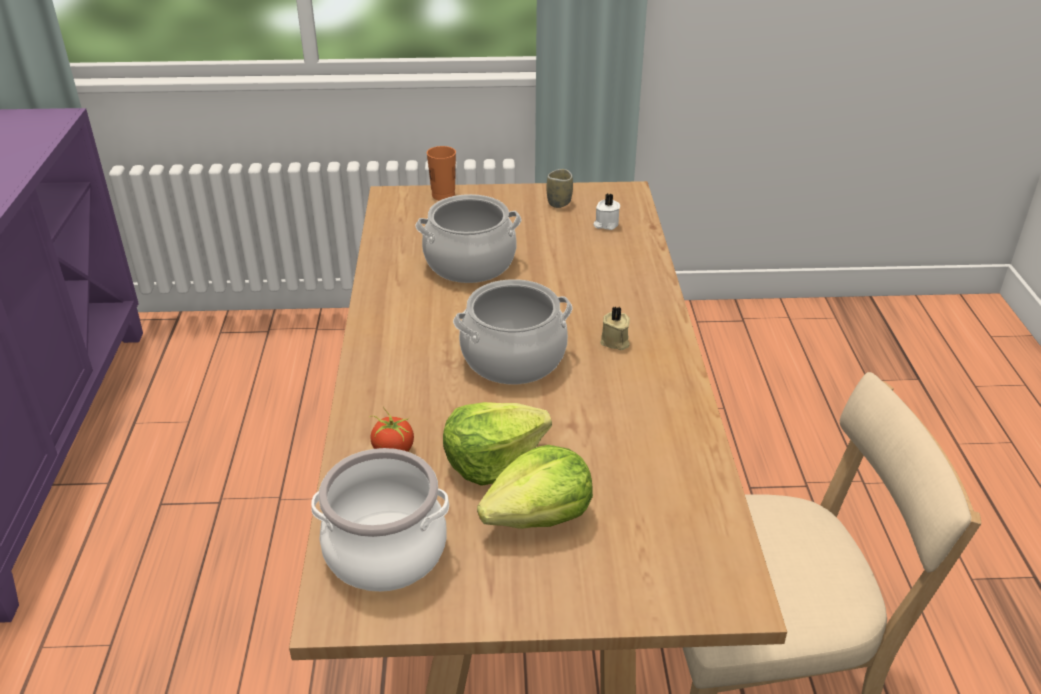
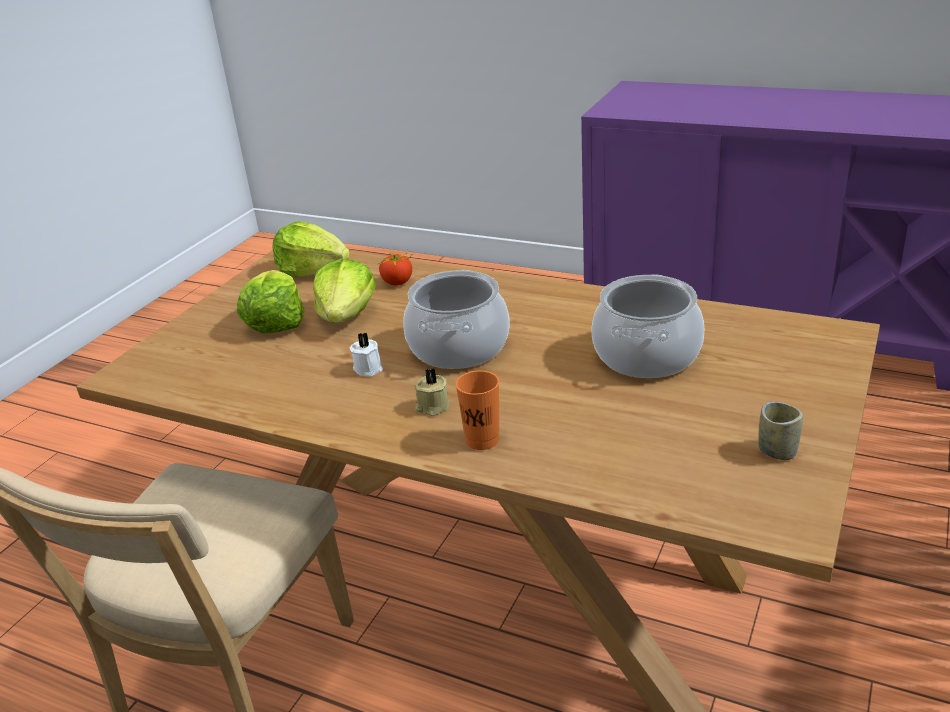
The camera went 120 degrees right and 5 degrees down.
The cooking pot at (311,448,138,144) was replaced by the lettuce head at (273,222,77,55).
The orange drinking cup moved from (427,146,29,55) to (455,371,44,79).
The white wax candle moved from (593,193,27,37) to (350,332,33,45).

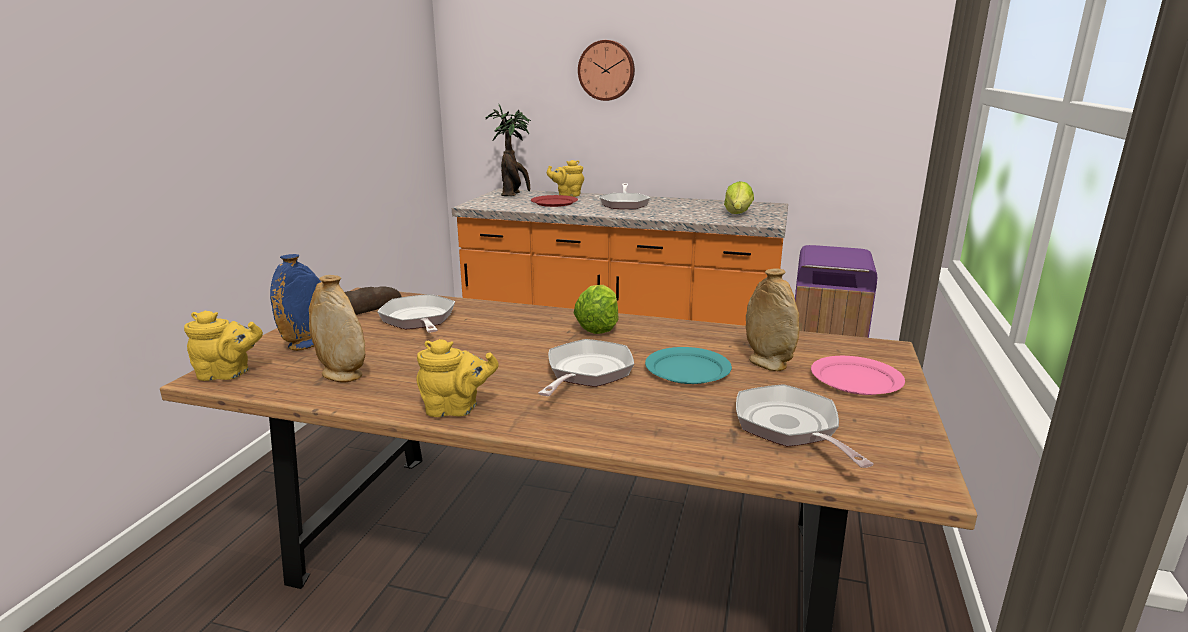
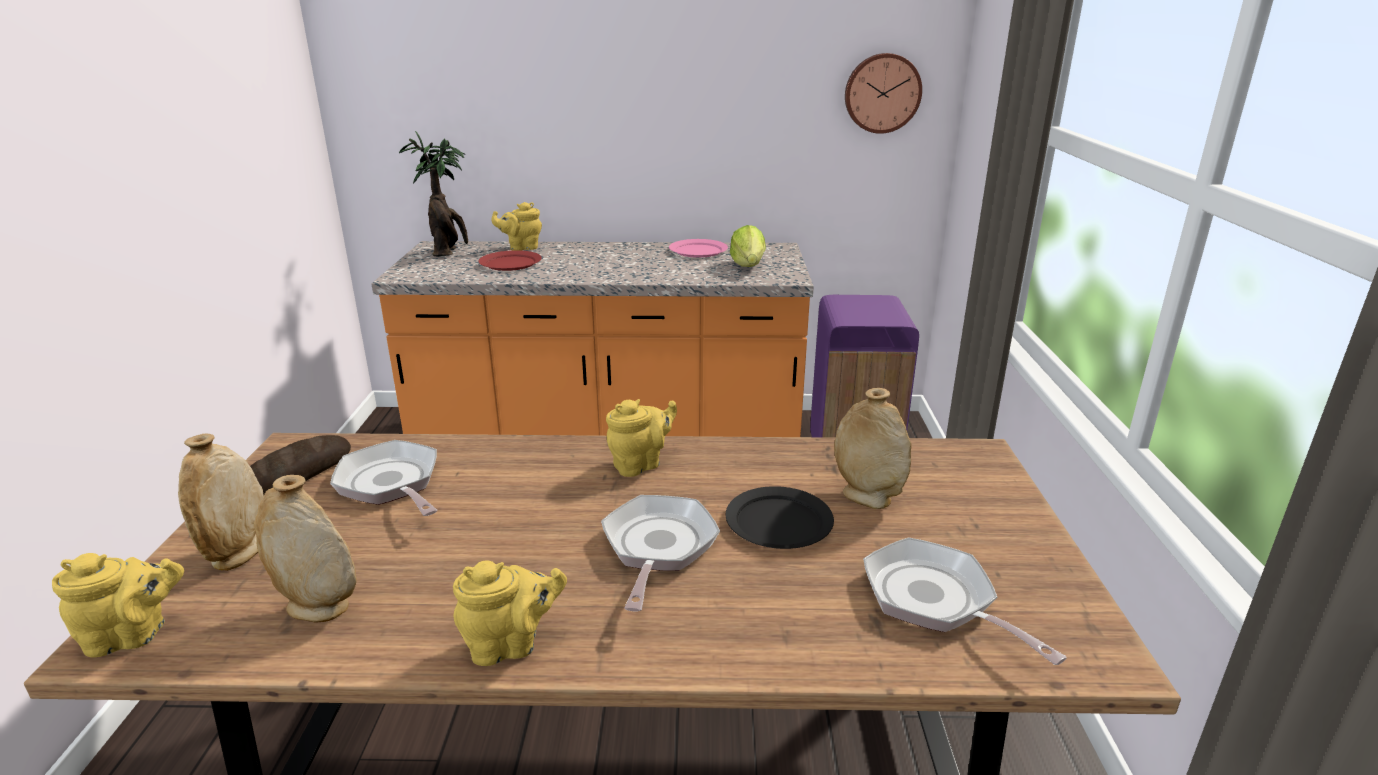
The camera went 15 degrees left and 5 degrees up.
The blue-coloured decorative vase at (270,254,51,97) became the beige decorative vase at (178,434,86,137).
The lettuce head at (574,285,45,49) was replaced by the yellowish pot for tea at (606,399,71,78).
The hanging clock moved from (578,40,57,61) to (845,53,77,81).
The pan at (599,183,51,26) disappeared.
The blue-green dinner plate at (645,347,87,37) became the black-coloured dinner plate at (726,486,108,63).
The pinkish dinner plate moved from (811,356,94,39) to (669,239,59,19).

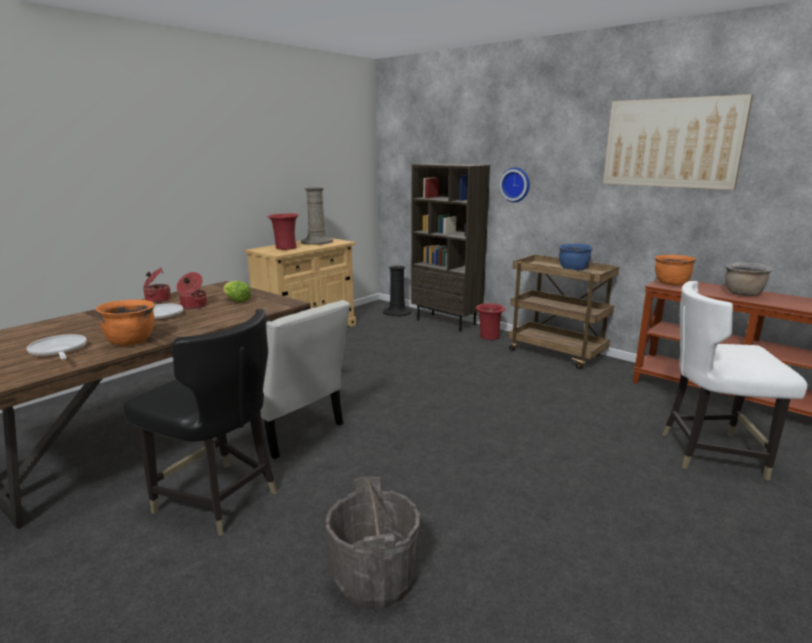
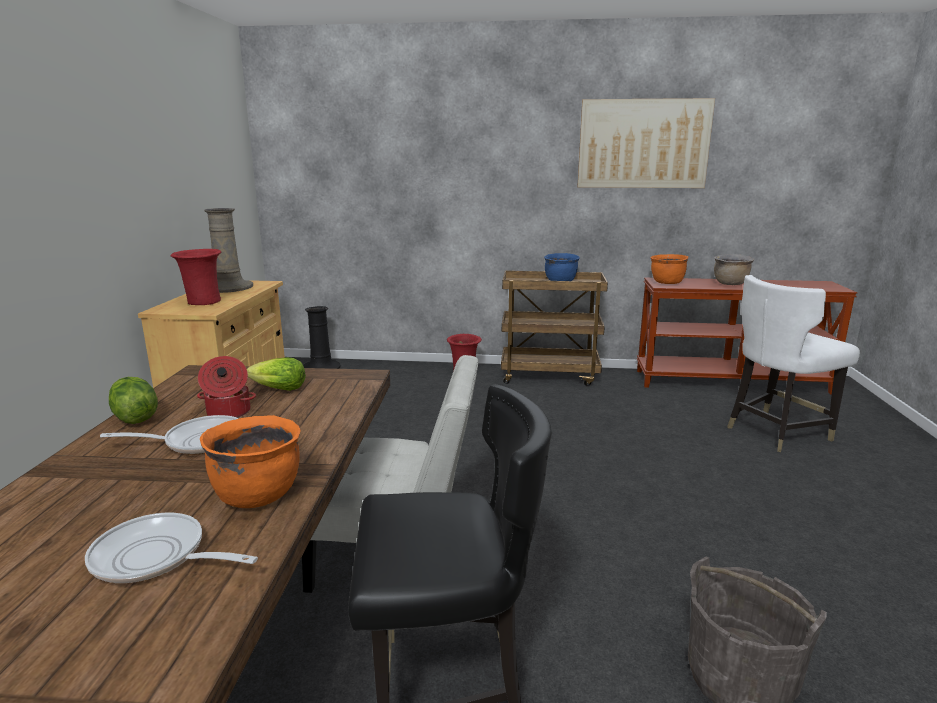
The camera went 35 degrees left and 0 degrees up.
The cooking pot at (143,268,28,35) was replaced by the lettuce head at (109,377,49,47).
The brownish shelving unit at (411,163,79,169) disappeared.
The hanging clock at (500,168,30,34) disappeared.

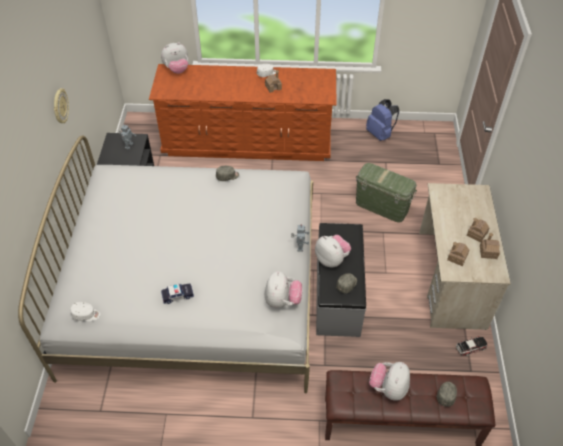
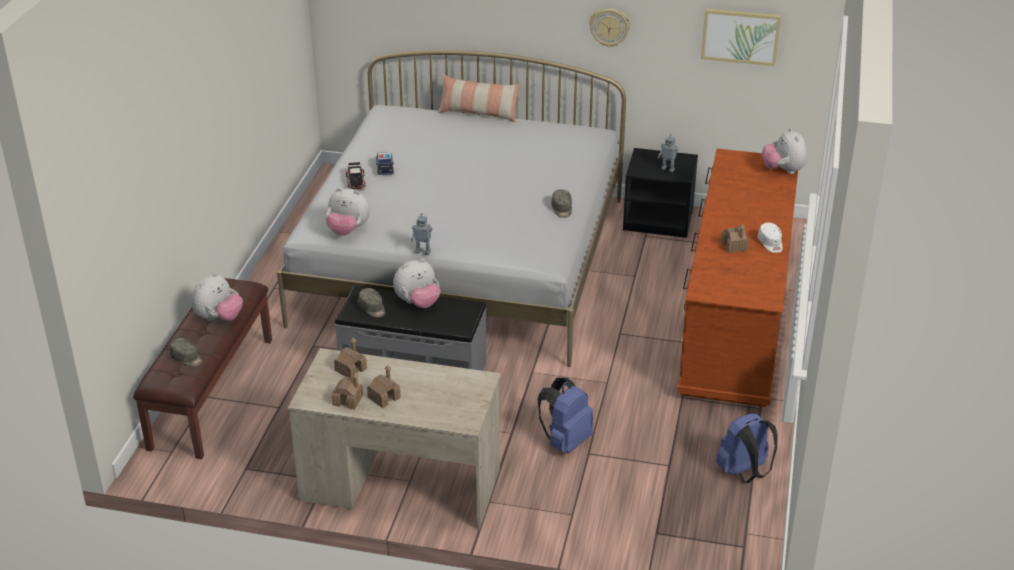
The camera went 100 degrees right and 15 degrees down.
The white baseball cap at (70,302,30,19) disappeared.
The green storage bin at (356,163,61,60) was replaced by the blue-coloured rucksack at (538,377,55,77).
The plush toy at (369,362,41,39) turned 90 degrees clockwise.
The toy car moved from (456,336,31,20) to (346,162,20,28).
The cushion at (438,74,82,48) appeared.
The wall picture at (701,9,80,57) appeared.

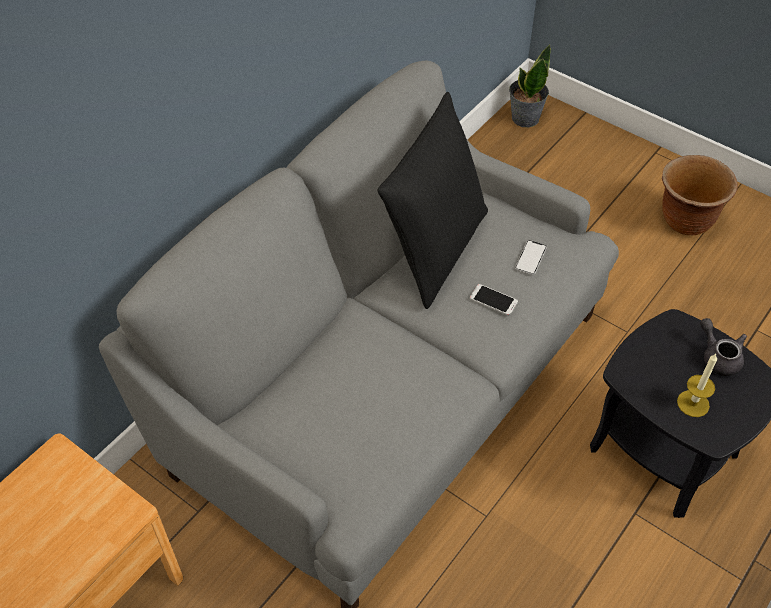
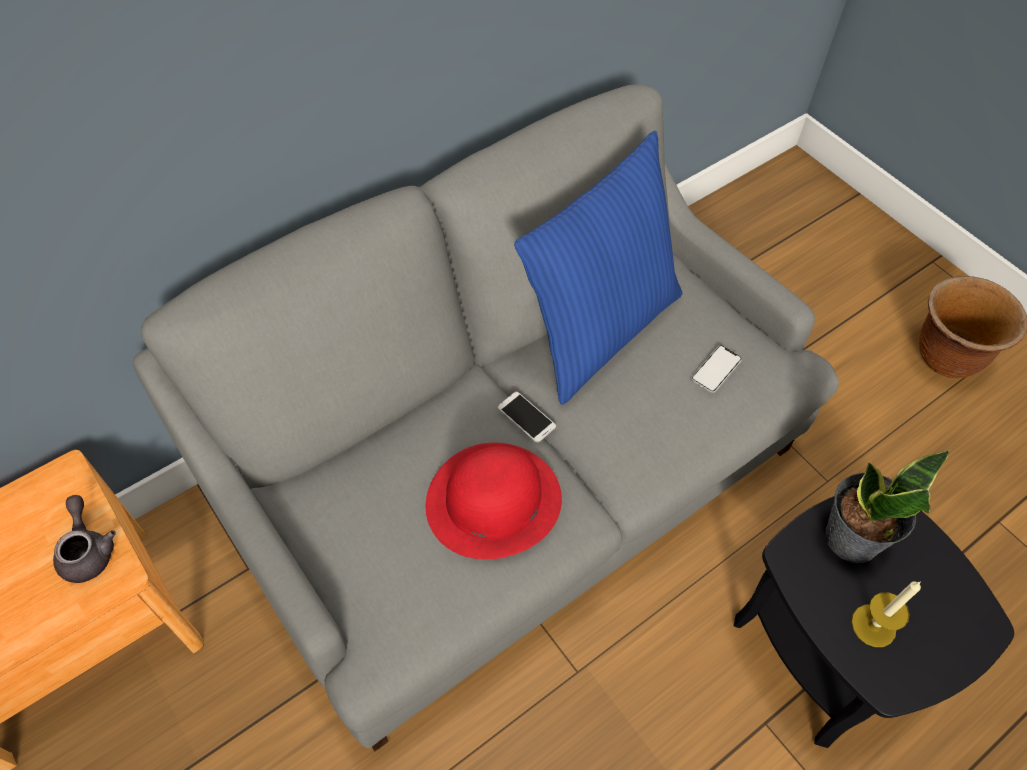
The camera went 15 degrees right and 5 degrees up.
The black-coloured cushion at (378,92,110,217) became the blue-coloured cushion at (514,131,168,274).
The telephone moved from (470,284,48,31) to (498,392,58,51).
The potted plant moved from (509,45,42,83) to (826,449,124,114).
The grey pot for tea moved from (700,318,47,58) to (53,495,63,88).
The reddish hat at (426,443,136,116) appeared.

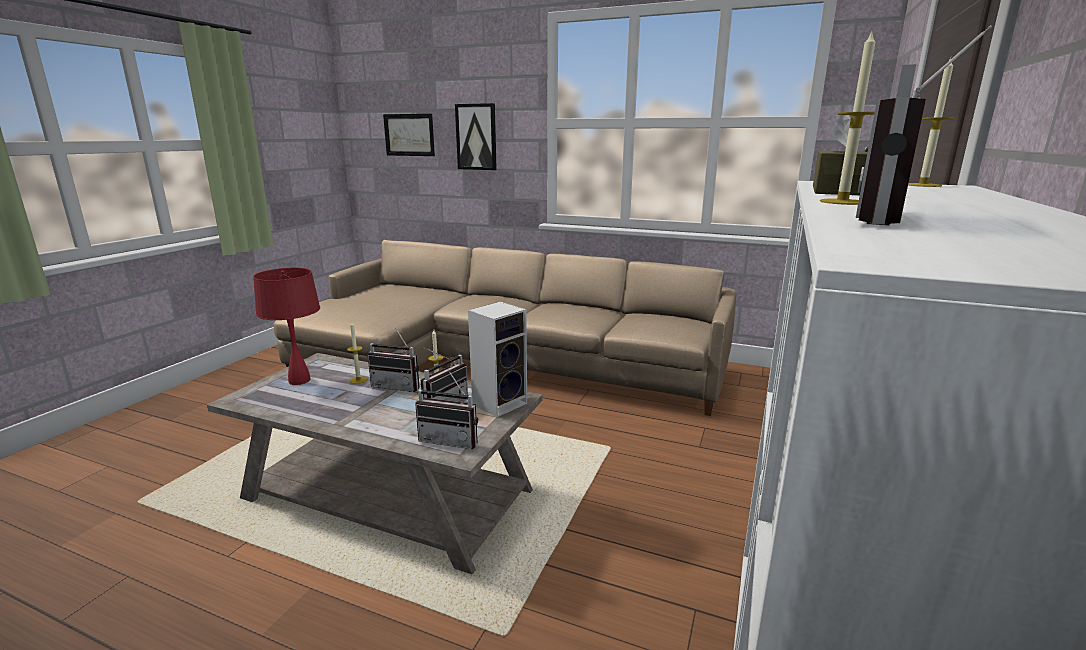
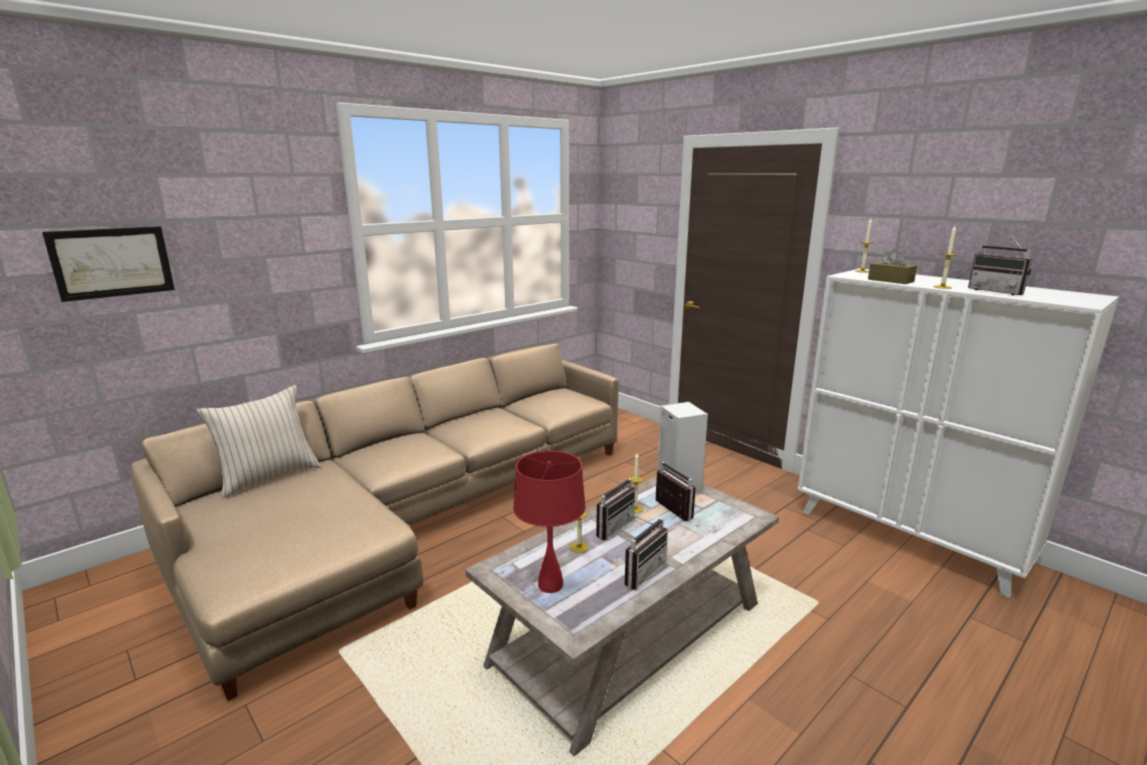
The camera went 65 degrees left and 0 degrees up.
The radio moved from (415,369,63,80) to (625,512,43,78).
The wall picture at (455,103,42,67) disappeared.
The beige cushion at (197,385,123,113) appeared.

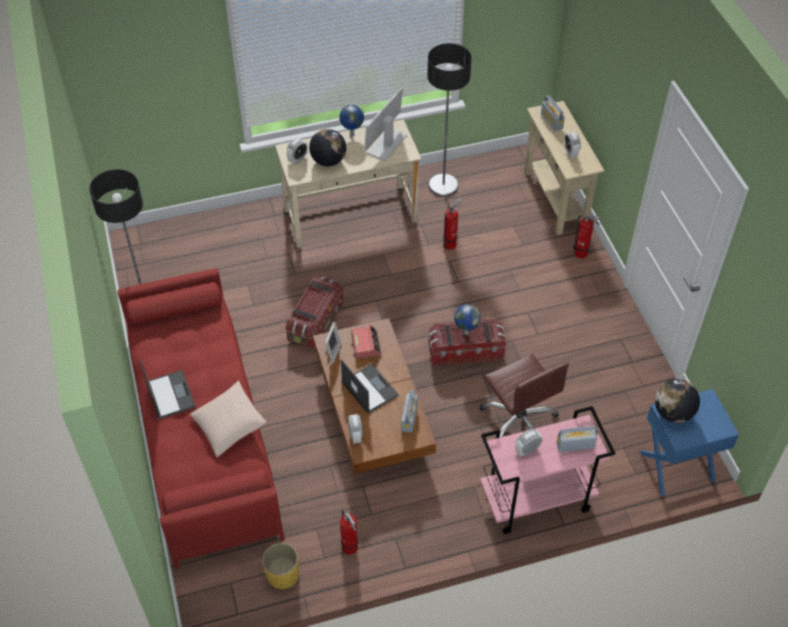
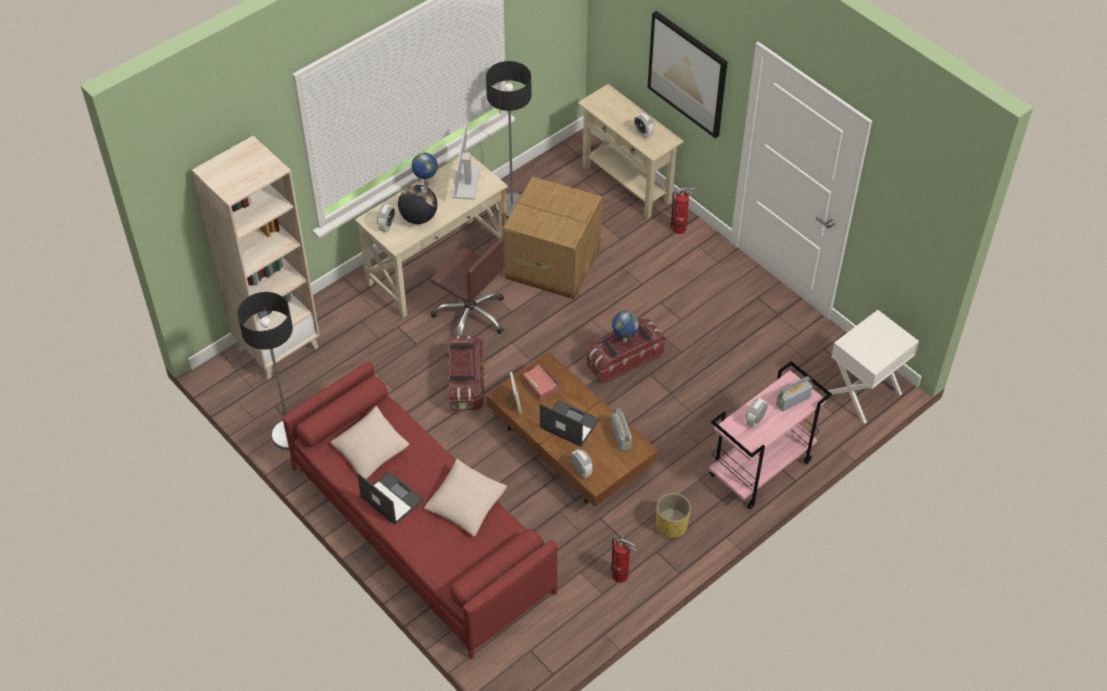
The camera went 25 degrees left and 0 degrees up.
The yellowish planter moved from (262,543,37,46) to (656,493,35,45).
The fire extinguisher at (443,198,18,52) was replaced by the carton at (503,177,99,122).
The brownish office chair moved from (479,353,90,86) to (430,238,74,99).
The radio at (541,96,24,35) disappeared.
The blue-coloured bedside table at (640,389,99,107) became the white bedside table at (828,310,91,114).
The globe at (655,379,45,44) disappeared.
The beige shelving unit at (192,136,128,244) appeared.
The beige cushion at (330,406,79,73) appeared.
The wall picture at (647,11,80,127) appeared.

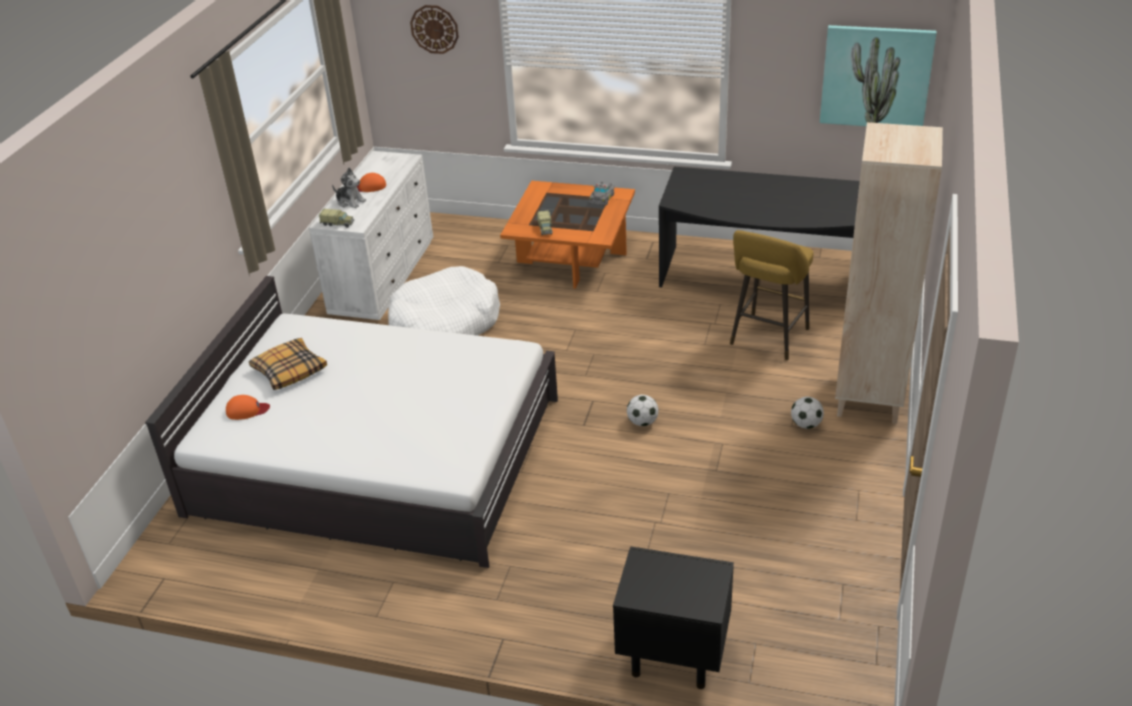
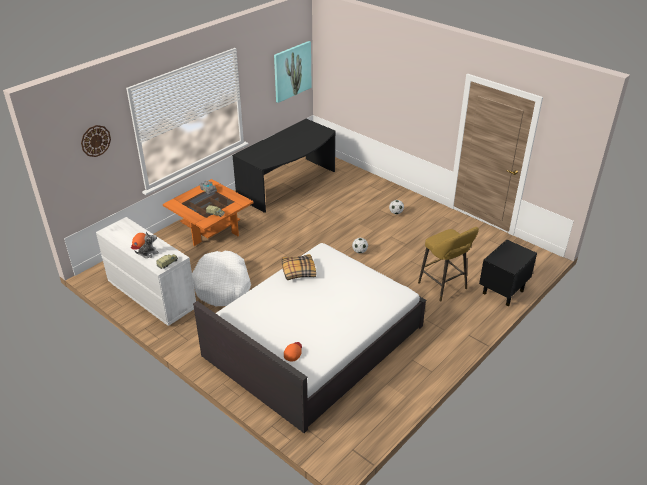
The camera went 65 degrees left and 0 degrees up.
The cushion moved from (249,338,78,52) to (282,254,34,26).
The yellowish stool seat moved from (730,230,83,130) to (418,227,61,75).
The beige shelving unit at (835,122,108,302) disappeared.

